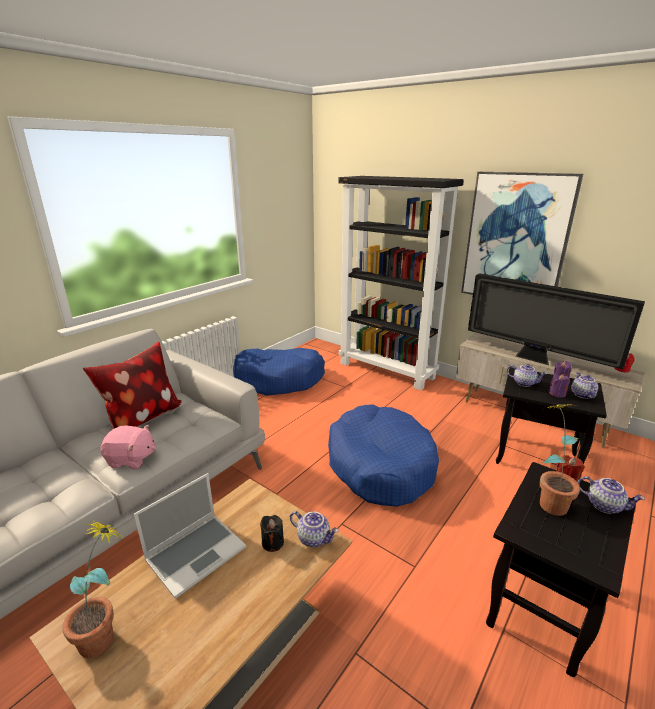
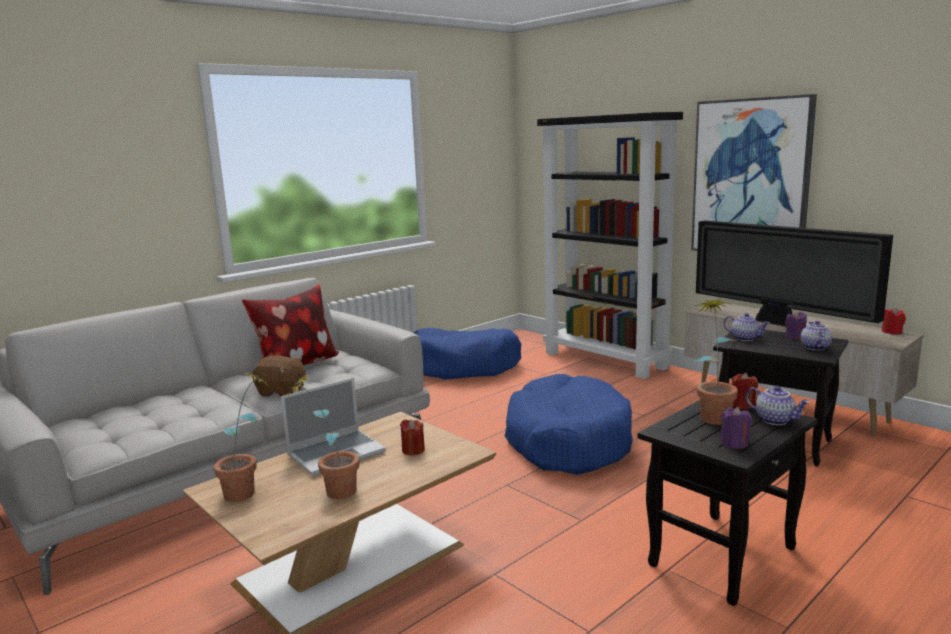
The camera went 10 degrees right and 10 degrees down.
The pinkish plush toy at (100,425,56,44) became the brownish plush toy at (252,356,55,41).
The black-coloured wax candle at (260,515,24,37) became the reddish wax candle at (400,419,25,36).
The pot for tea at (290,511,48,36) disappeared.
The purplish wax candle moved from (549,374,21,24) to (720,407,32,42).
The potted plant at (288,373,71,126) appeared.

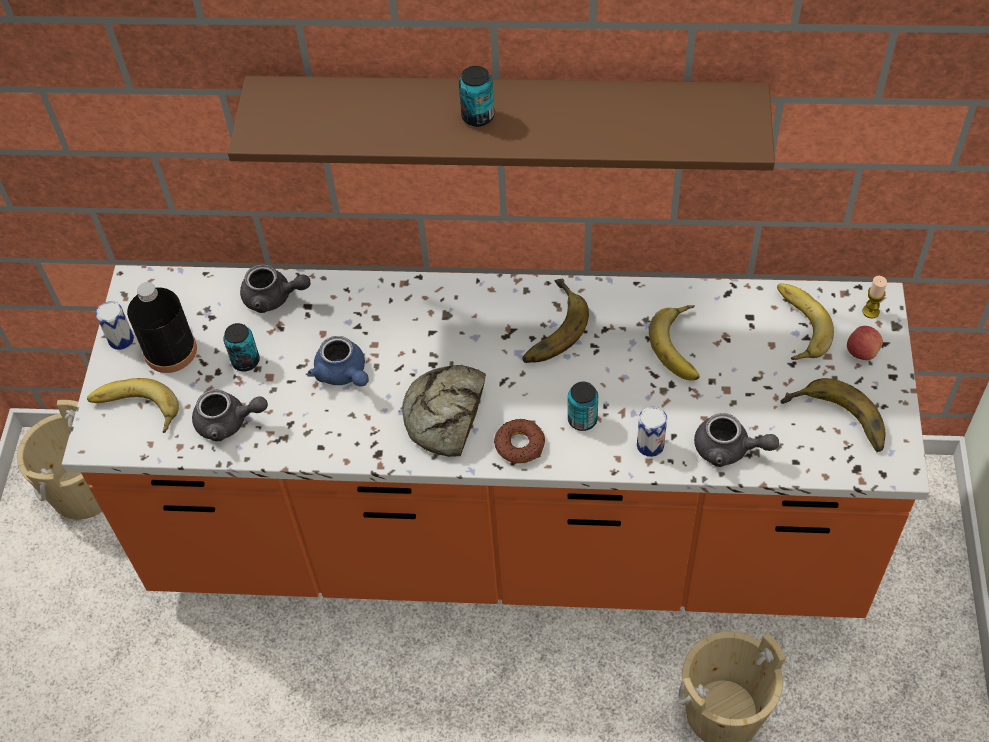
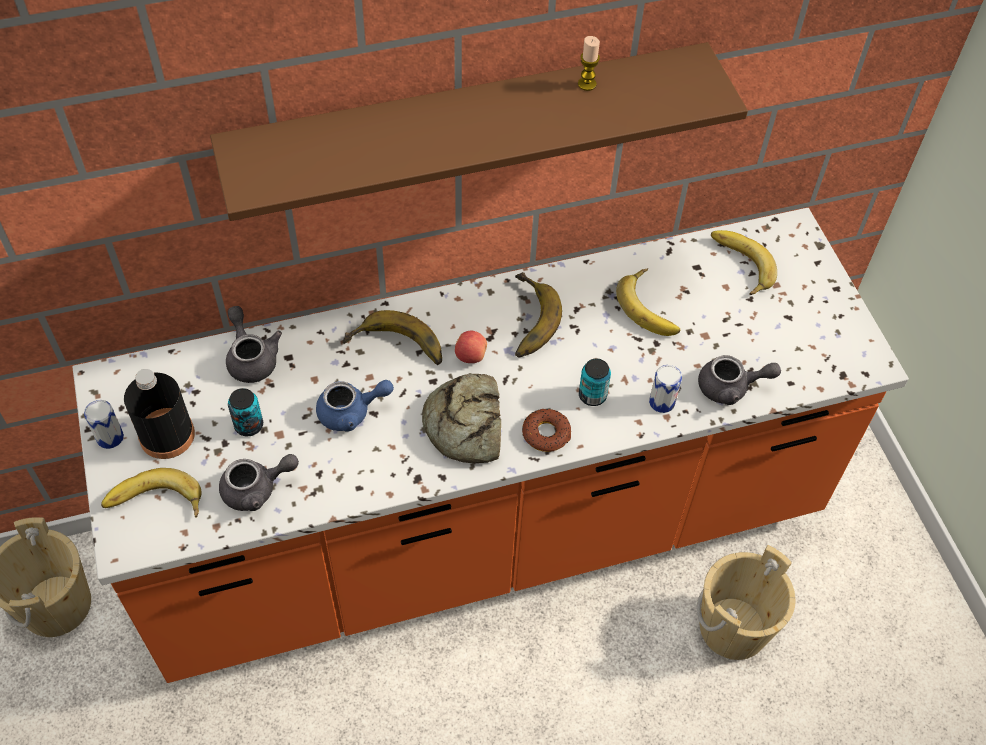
The camera went 25 degrees left and 0 degrees up.
The grey pot for tea at (240,264,71,49) turned 105 degrees counterclockwise.
The blue-coloured pot for tea at (308,336,61,51) turned 45 degrees counterclockwise.
The sealed can at (459,66,35,61) disappeared.
The banana fruit moved from (780,378,105,74) to (342,310,100,55).
The apple moved from (847,326,36,34) to (455,331,32,32).
The wax candle moved from (863,276,24,43) to (578,36,22,55).

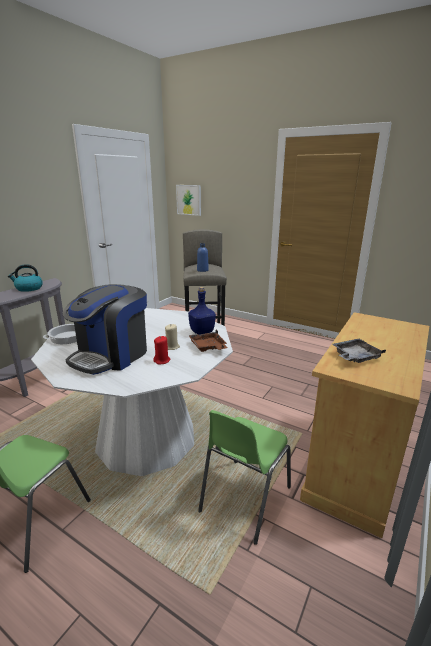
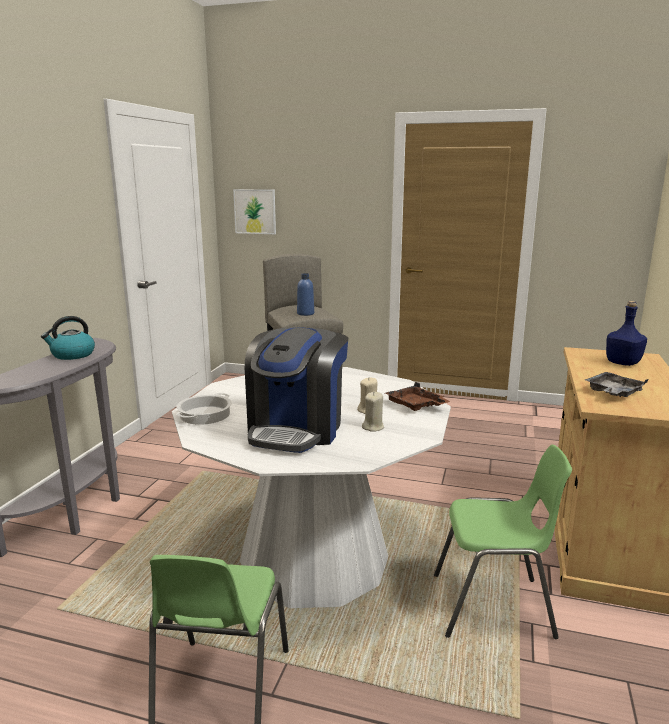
The camera went 15 degrees left and 5 degrees down.
The reddish wax candle at (153,336,18,28) became the beige wax candle at (362,392,22,40).
The blue-coloured beverage bottle moved from (188,287,28,48) to (606,301,41,65).
The green chair at (198,410,93,135) turned 105 degrees counterclockwise.

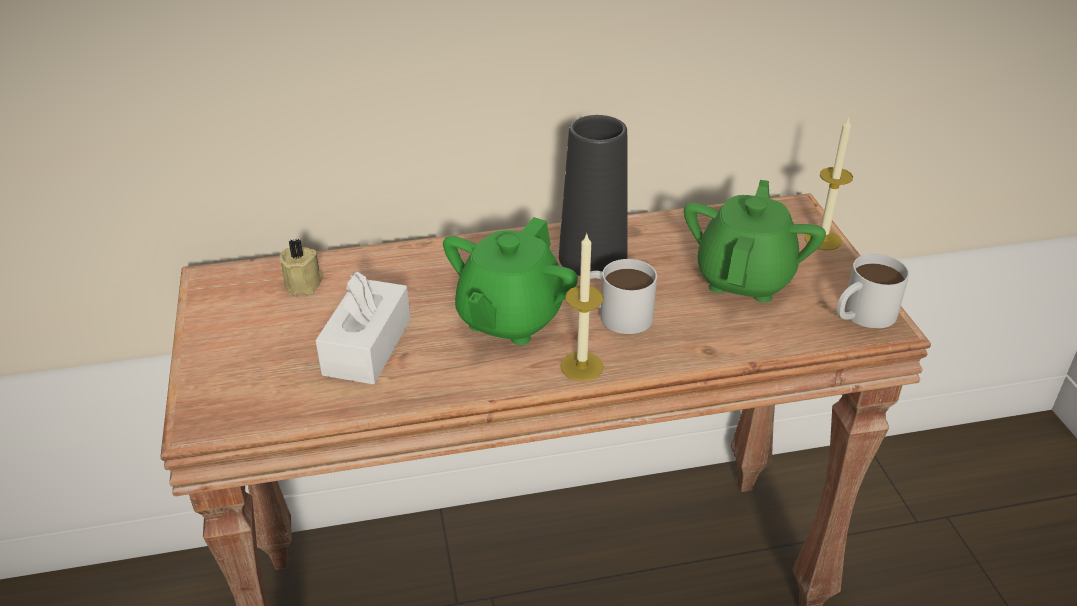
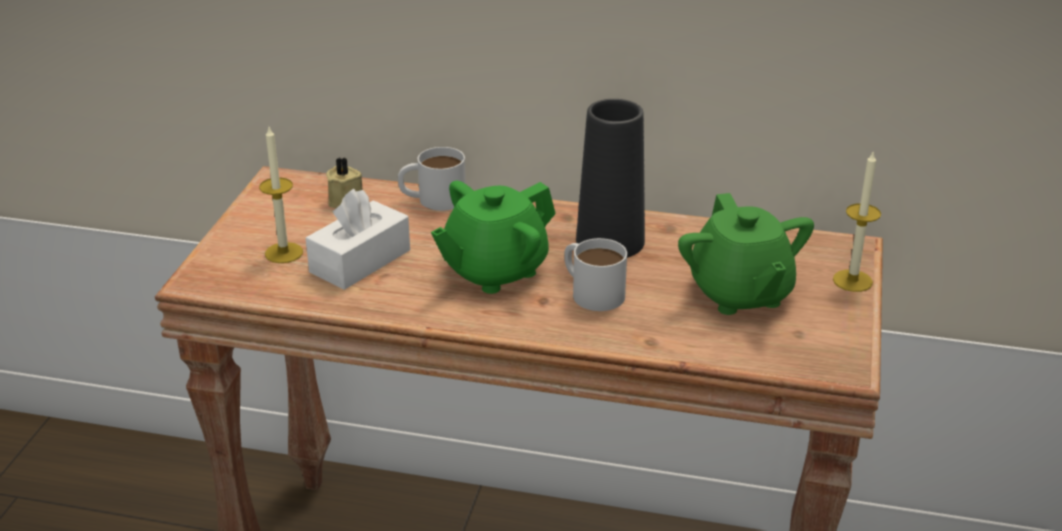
The camera went 25 degrees right and 5 degrees down.
The wax candle moved from (561,232,43,149) to (259,127,44,136).
The green pot for tea at (684,180,142,123) turned 120 degrees clockwise.
The white tea mug moved from (836,254,73,74) to (398,147,68,64).

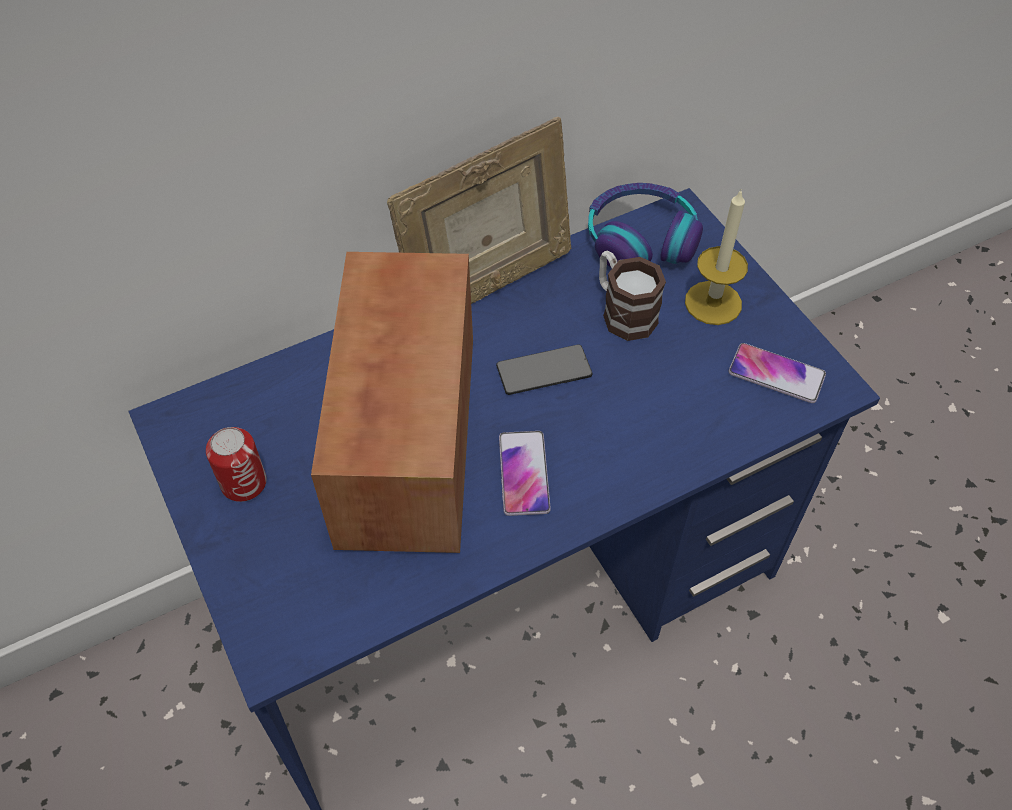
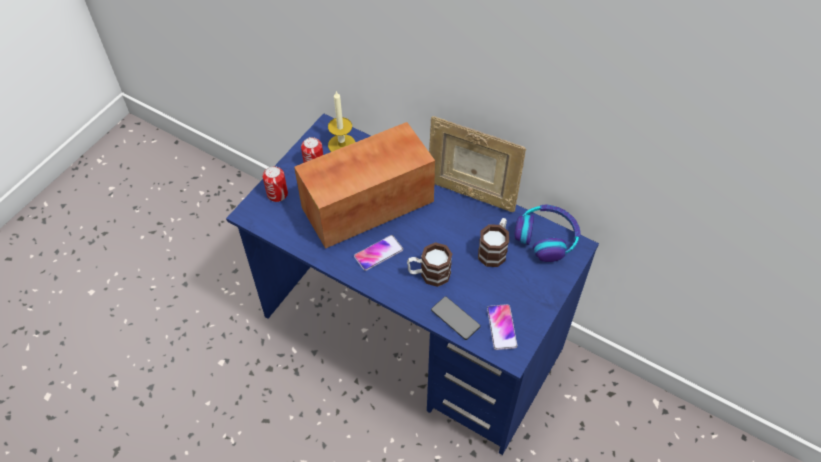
The camera went 60 degrees right and 0 degrees up.
The telephone moved from (496,344,96,51) to (431,296,50,44).
The wax candle moved from (685,190,63,135) to (328,91,27,61).
The sealed can at (263,166,25,36) appeared.
The tea mug at (407,242,45,45) appeared.

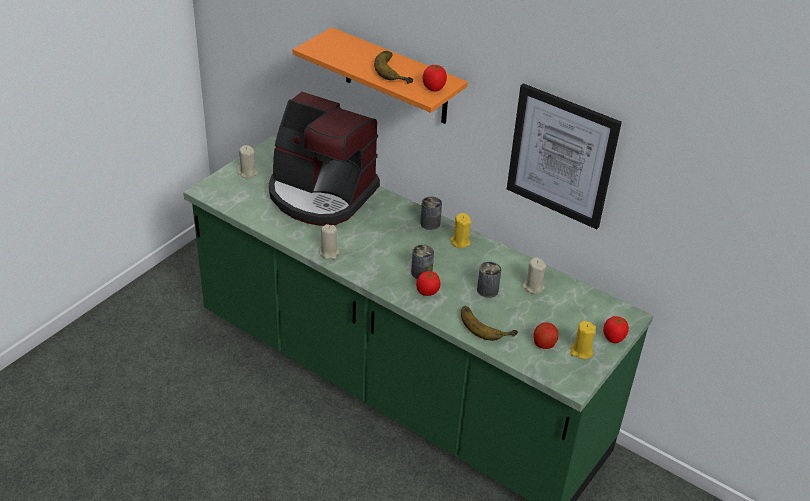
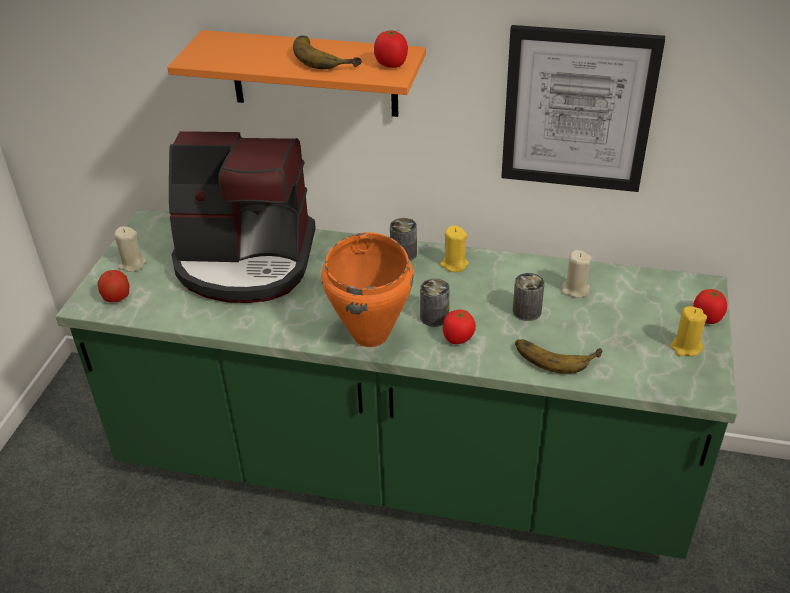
The camera went 20 degrees left and 0 degrees up.
The beige wax candle at (319,224,20,35) disappeared.
The apple moved from (534,322,24,27) to (98,270,31,32).
The orange cooking pot at (321,232,93,115) appeared.

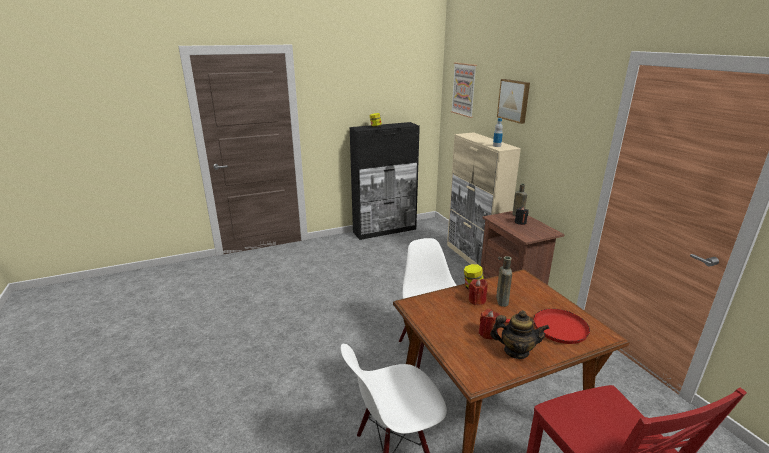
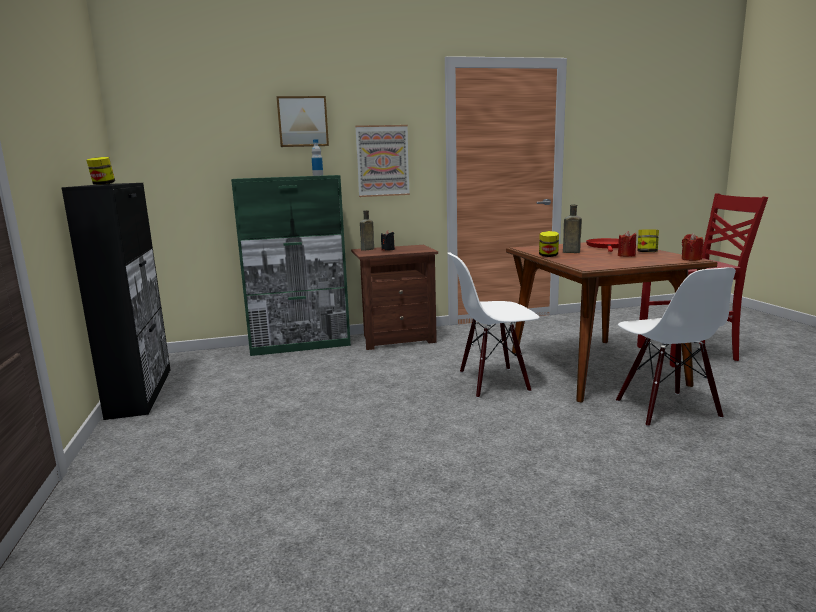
The camera went 80 degrees left and 10 degrees down.
The beige cupboard at (447,132,74,134) became the green cupboard at (231,175,120,181).
The wall picture moved from (451,63,26,55) to (355,125,55,72).
The reddish wax candle moved from (468,279,19,26) to (682,233,22,28).
The pot for tea at (490,310,60,49) was replaced by the jar at (637,229,22,23).

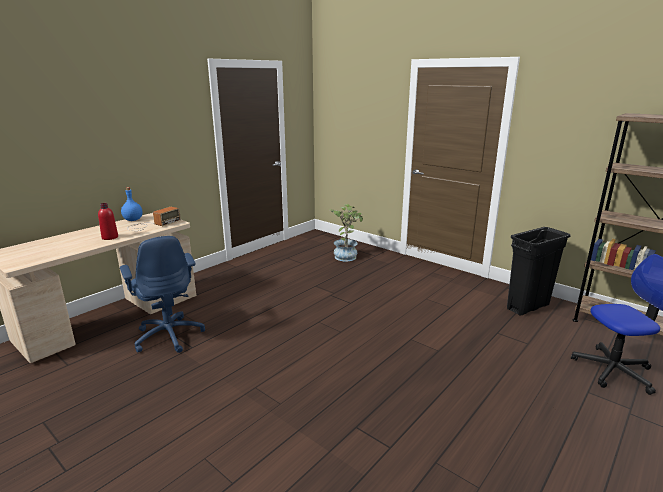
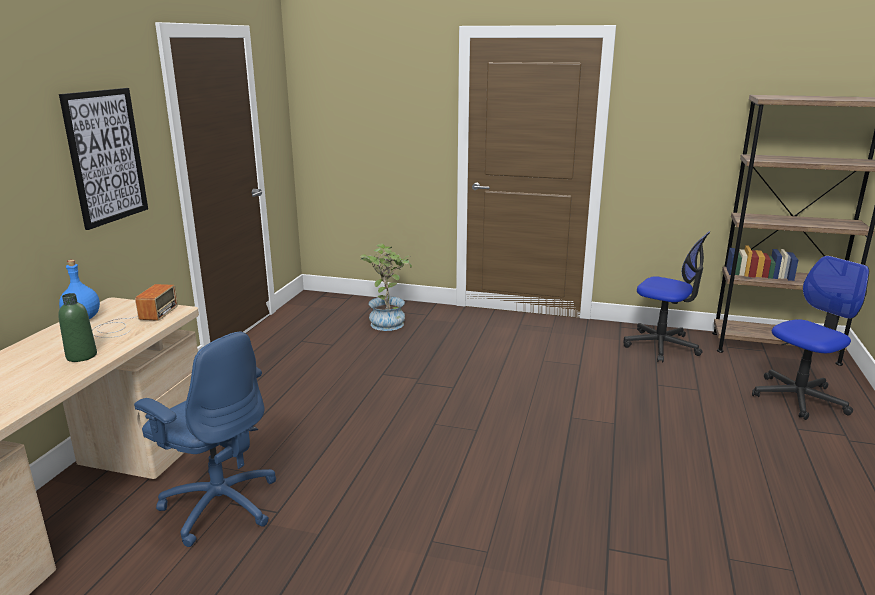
The camera went 25 degrees left and 0 degrees up.
The reddish beverage bottle at (98,203,20,37) became the green beverage bottle at (58,293,39,69).
The black-coloured trash can at (507,227,64,89) was replaced by the office chair at (623,231,88,131).
The wall picture at (59,88,89,142) appeared.

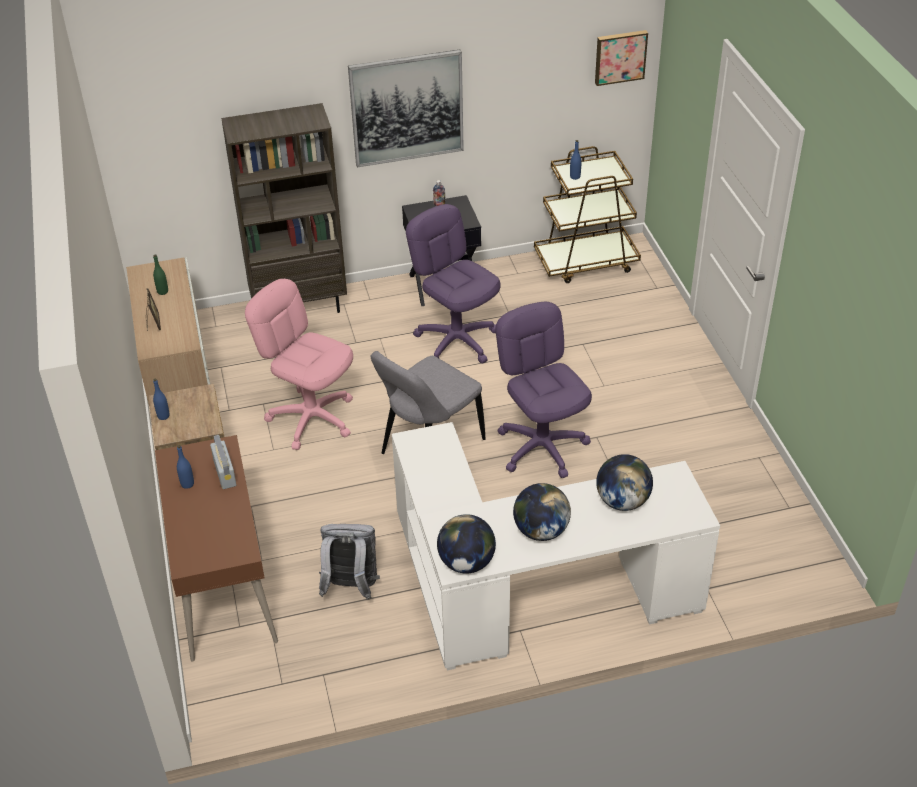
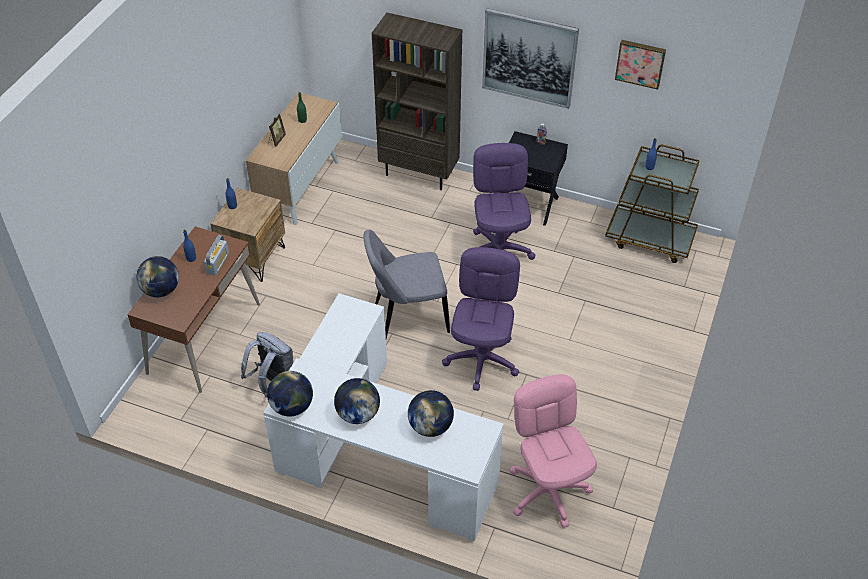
The camera went 35 degrees right and 5 degrees up.
The pinkish office chair moved from (245,279,108,171) to (509,374,88,154).
The wall picture moved from (595,30,53,56) to (615,40,51,50).
The globe at (136,256,43,41) appeared.

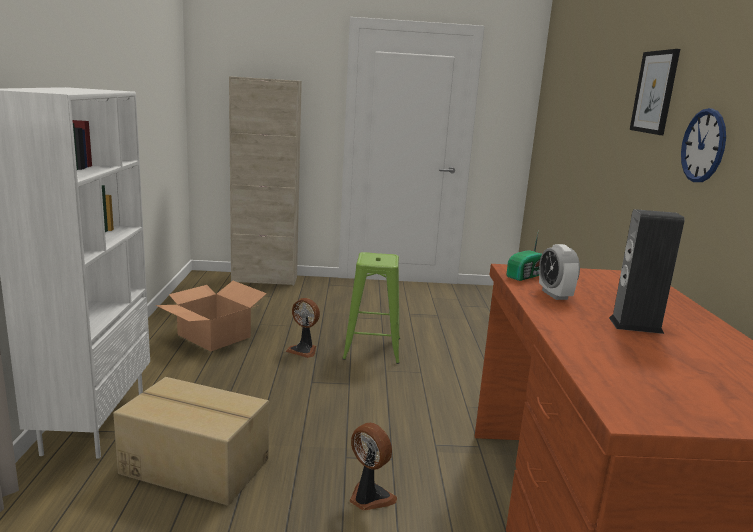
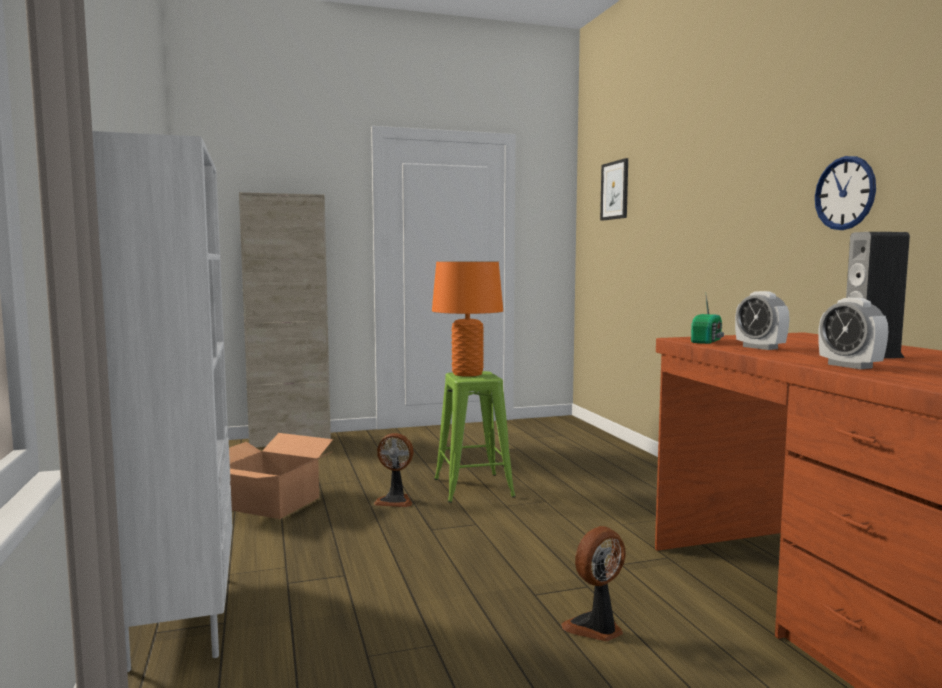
The camera went 15 degrees left and 10 degrees down.
The carton at (113,377,156,129) disappeared.
The electric fan at (349,423,48,88) turned 60 degrees counterclockwise.
The wall picture moved from (630,49,50,86) to (600,158,28,63).
The orange tabletop lamp at (432,262,71,115) appeared.
The table clock at (818,298,70,71) appeared.

